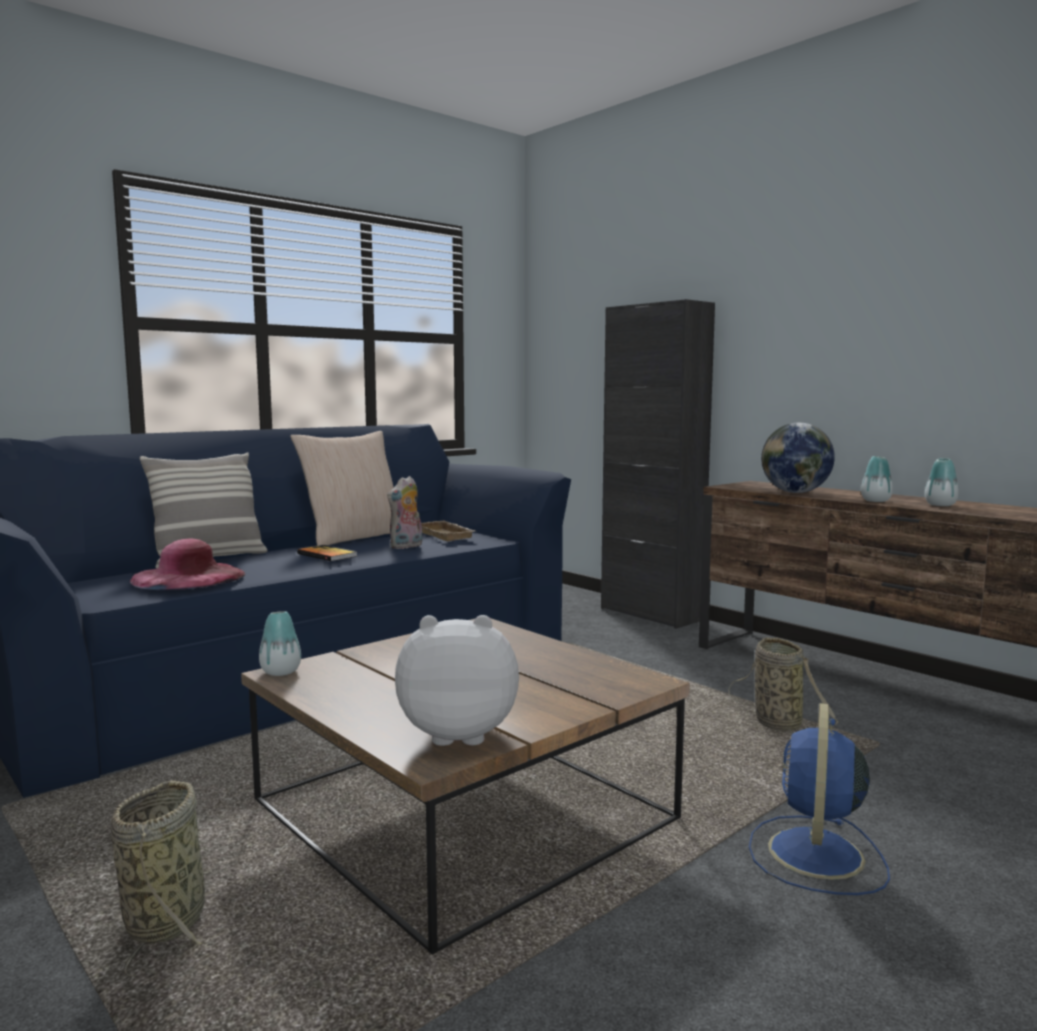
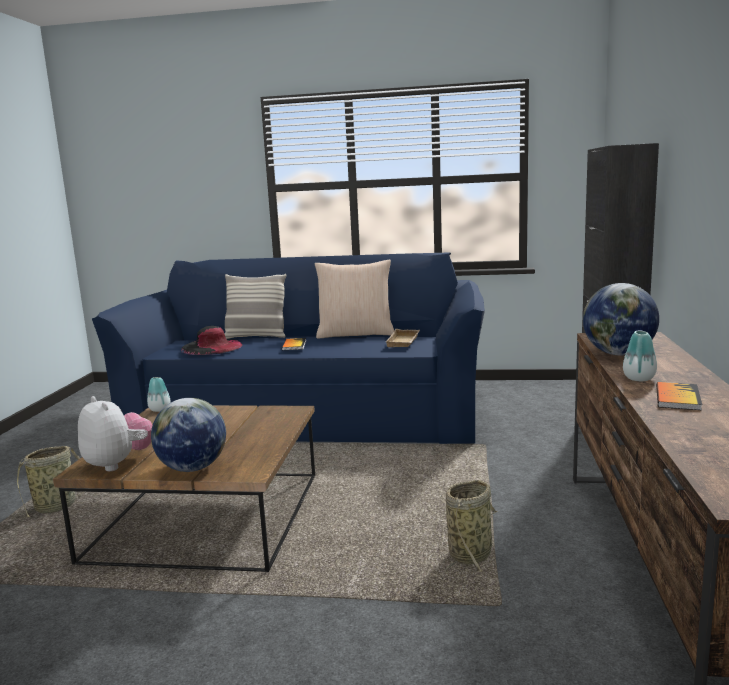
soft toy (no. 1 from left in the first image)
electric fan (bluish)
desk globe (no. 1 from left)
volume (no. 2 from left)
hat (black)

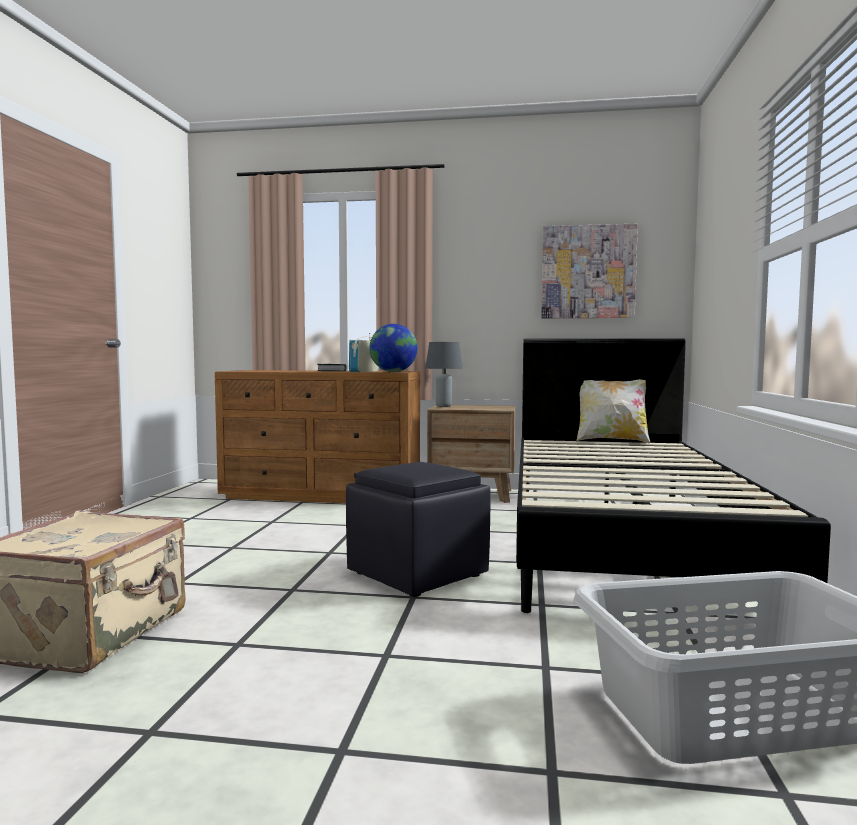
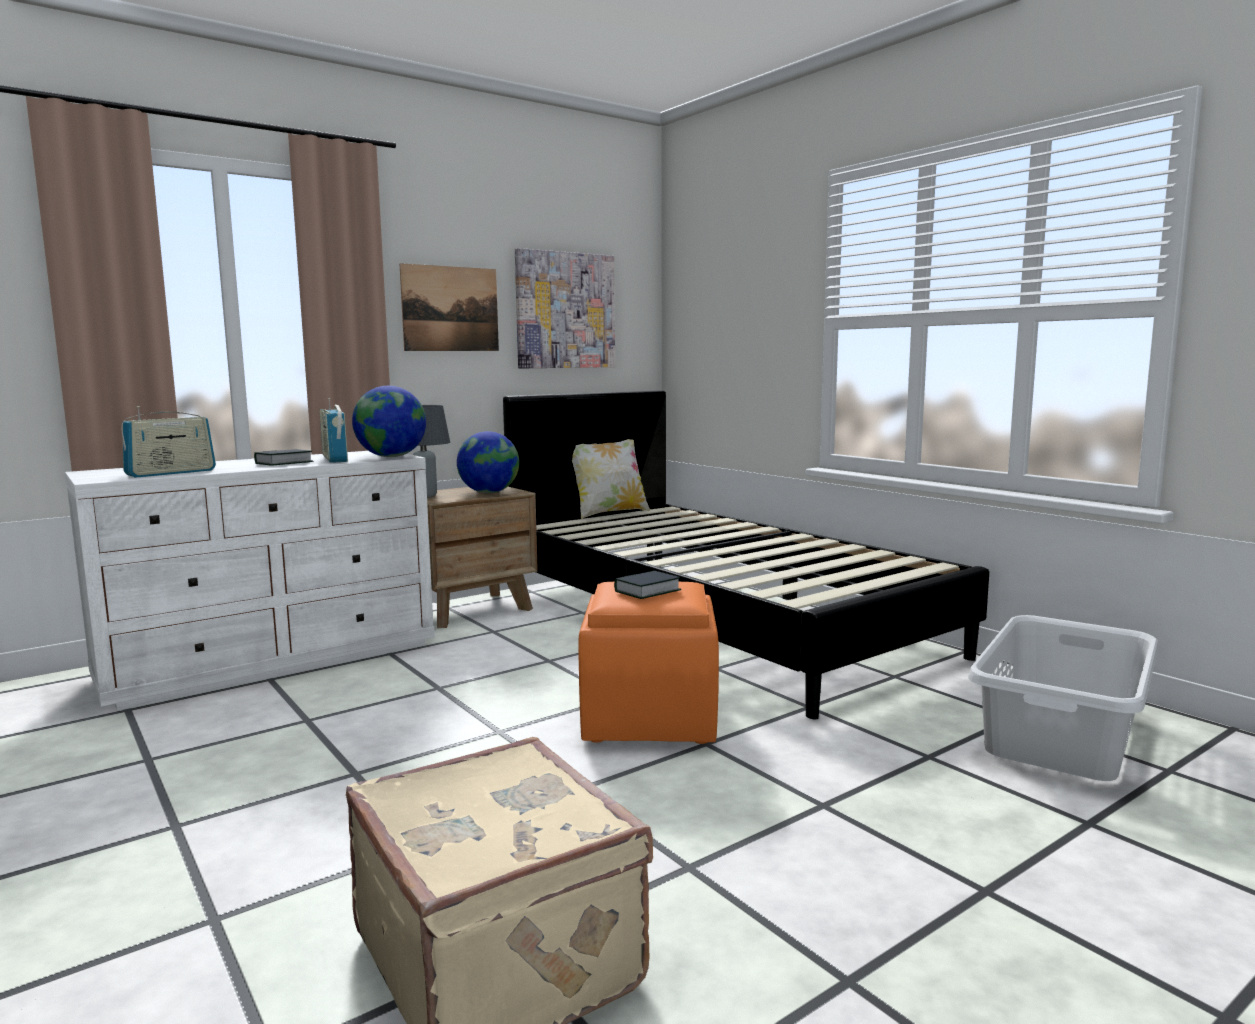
radio receiver (no. 1 from left)
picture (no. 1 from left)
desk globe (no. 2 from left)
volume (no. 2 from left)
dresser (whitish)
pouffe (orange-coloured)

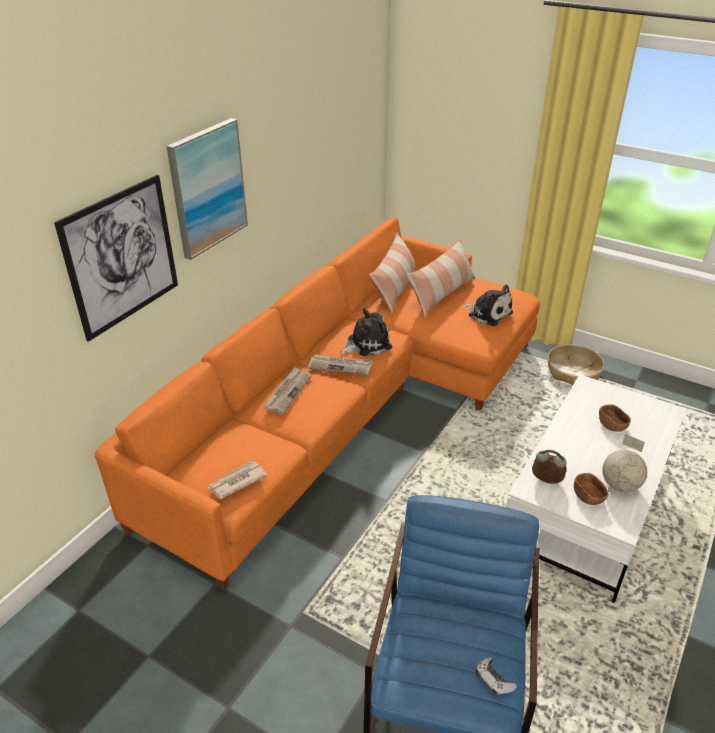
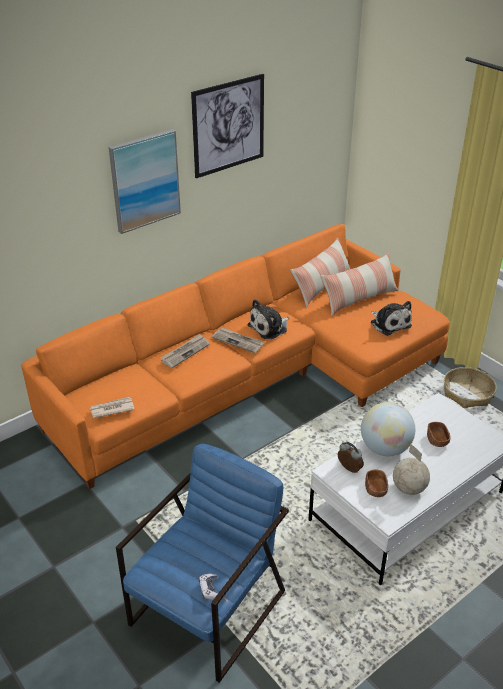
desk globe (no. 1 from left)
picture (no. 2 from left)
soft toy (no. 1 from left)

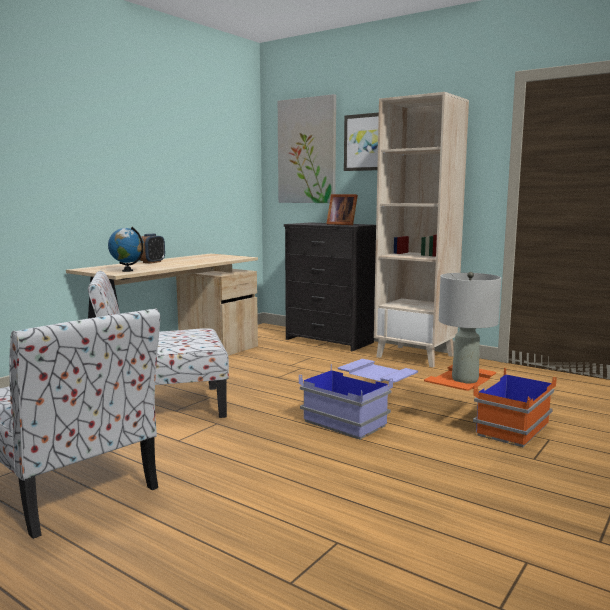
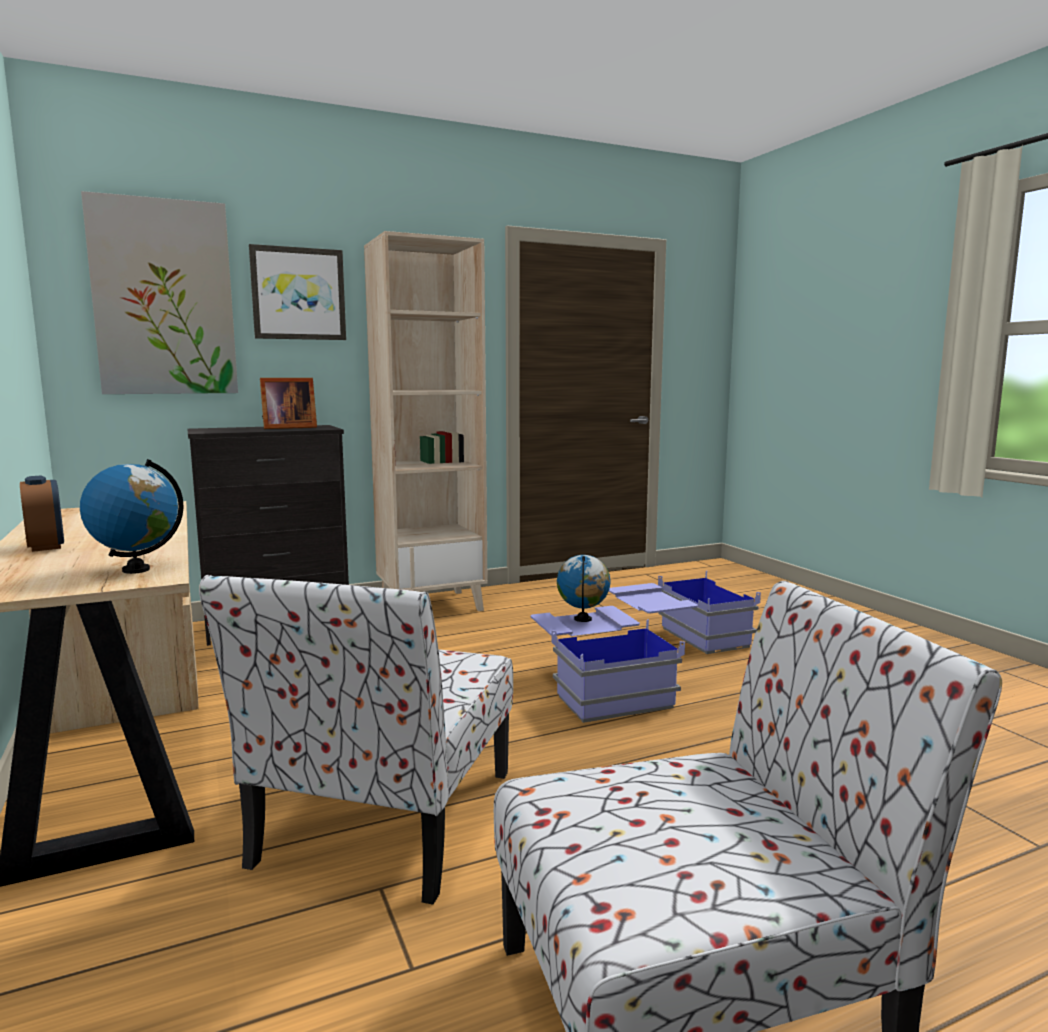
lamp for a table (gray)
desk globe (no. 2 from left)
storage box (bluish) (no. 2 from left)

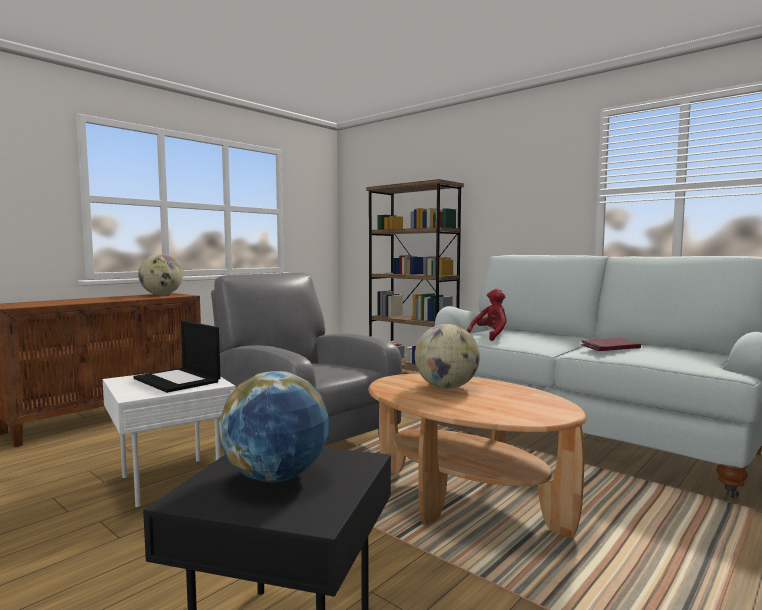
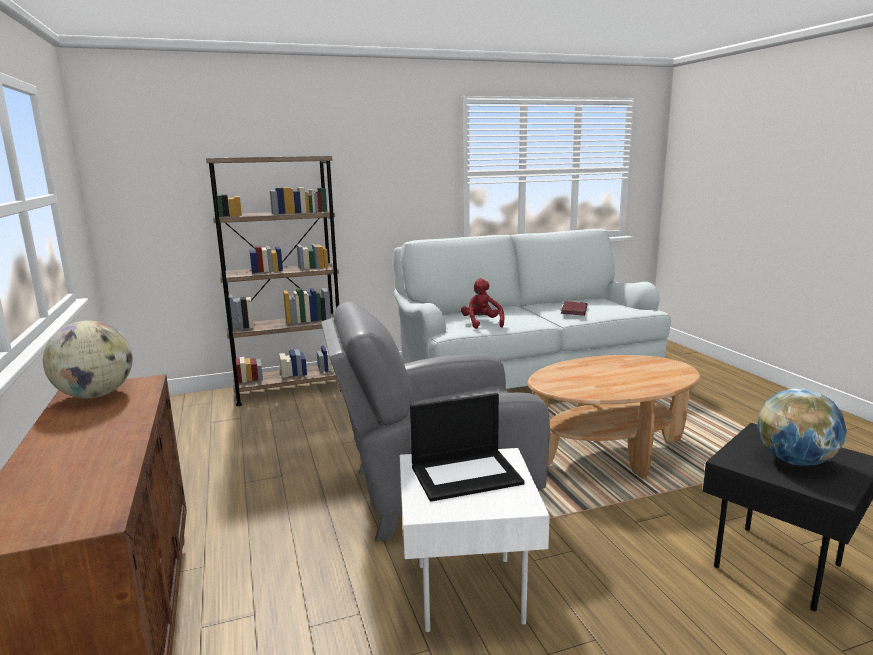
desk globe (no. 3 from left in the first image)

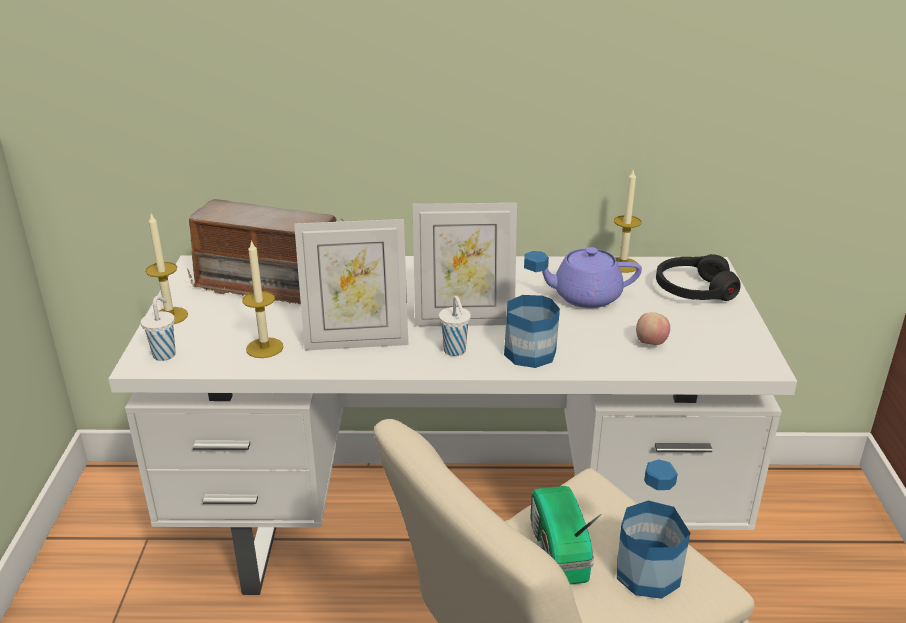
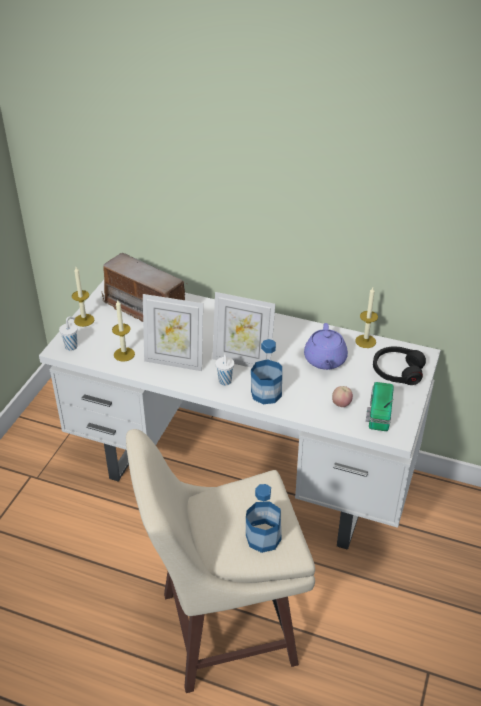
radio receiver (no. 2 from left)
pot for tea (purple-coloured)

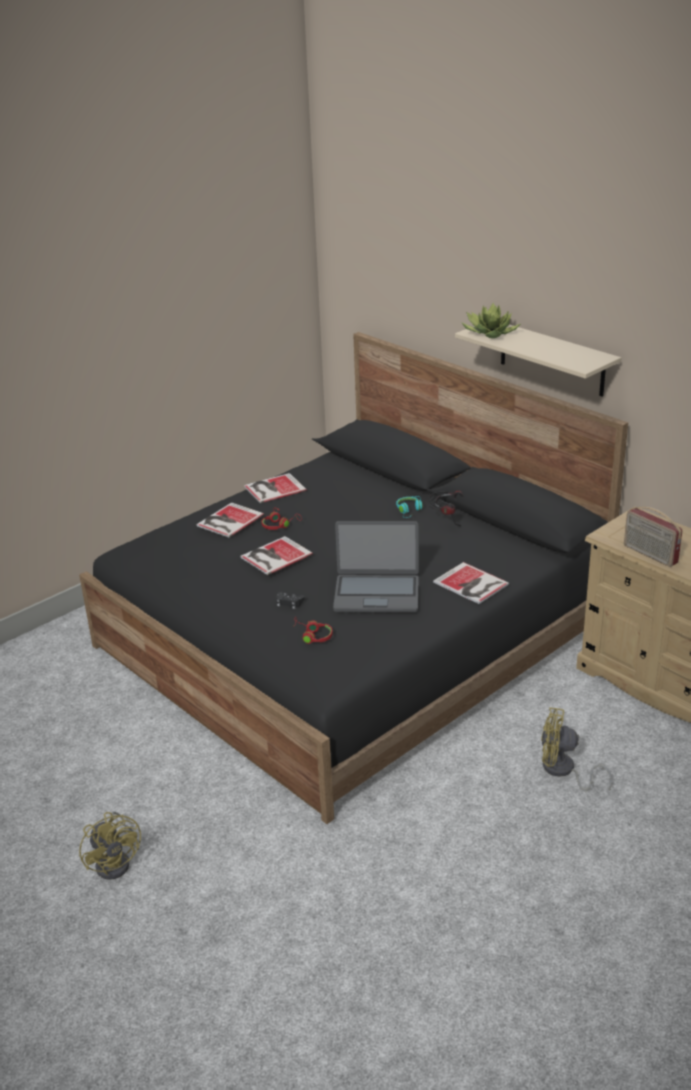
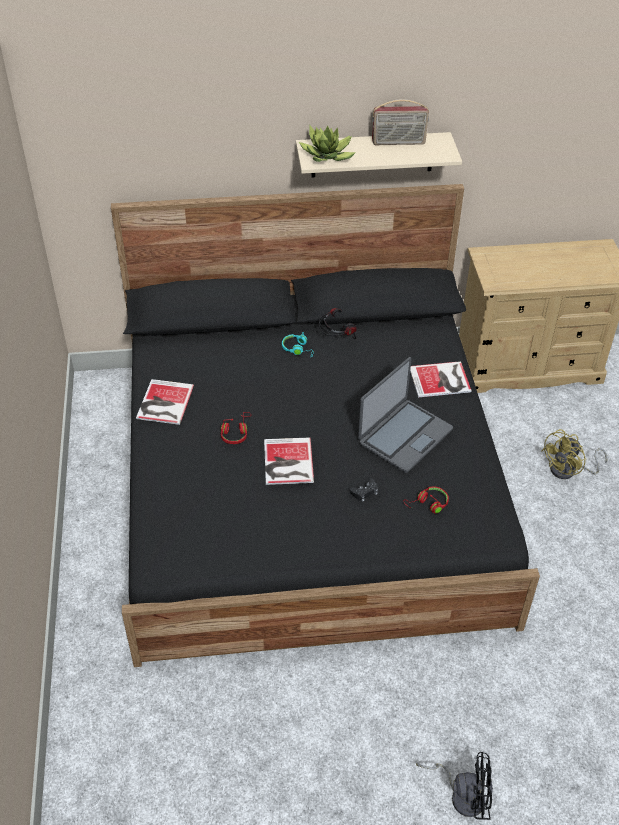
volume (no. 1 from left in the first image)
radio receiver
electric fan (black)

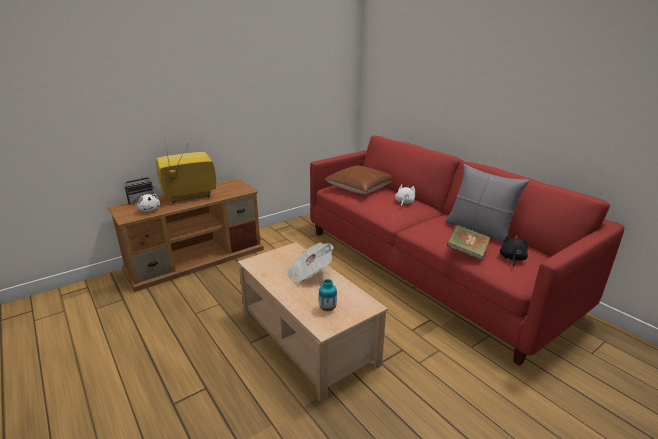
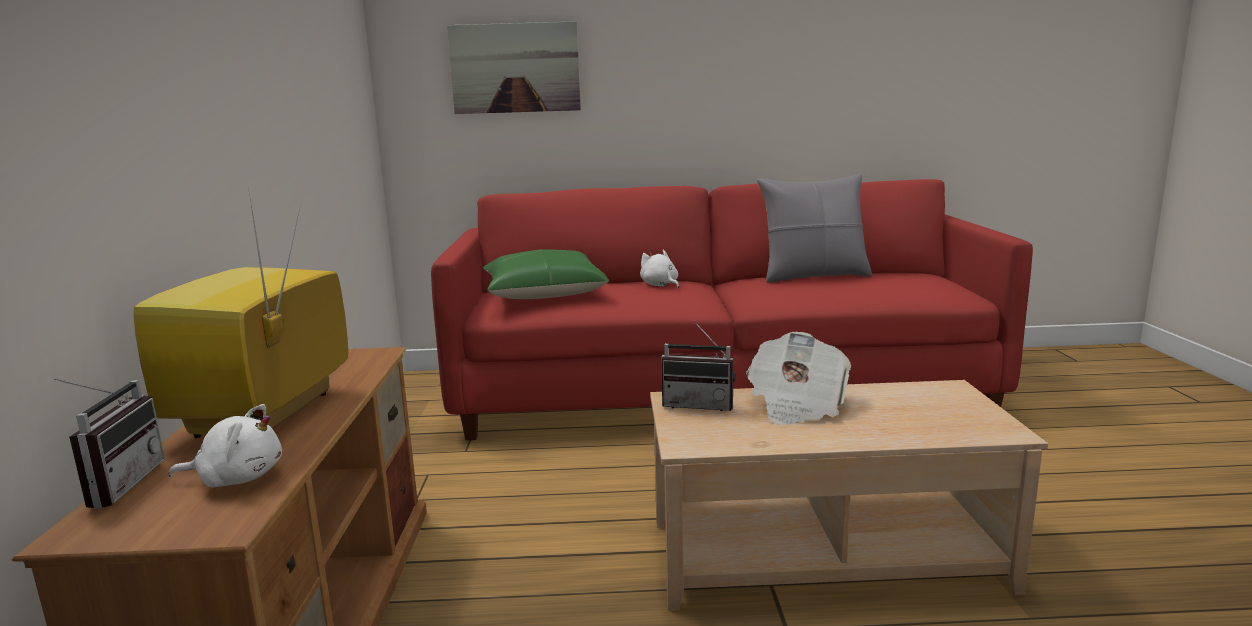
flower vase
volume
soft toy (black)
picture
radio receiver (no. 2 from left)
cushion (green)

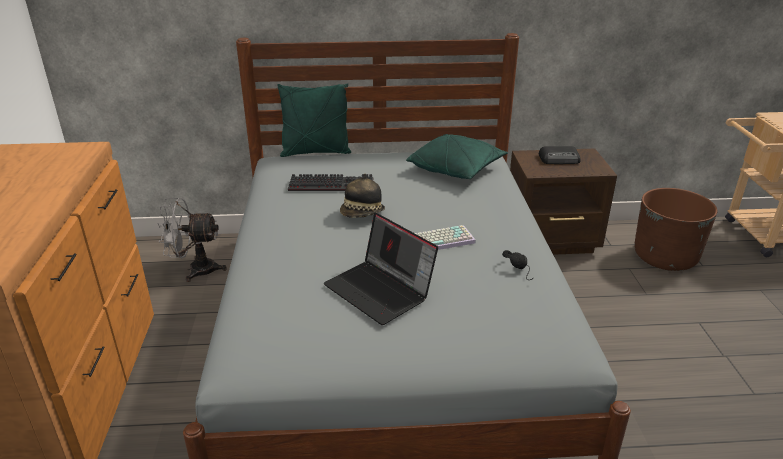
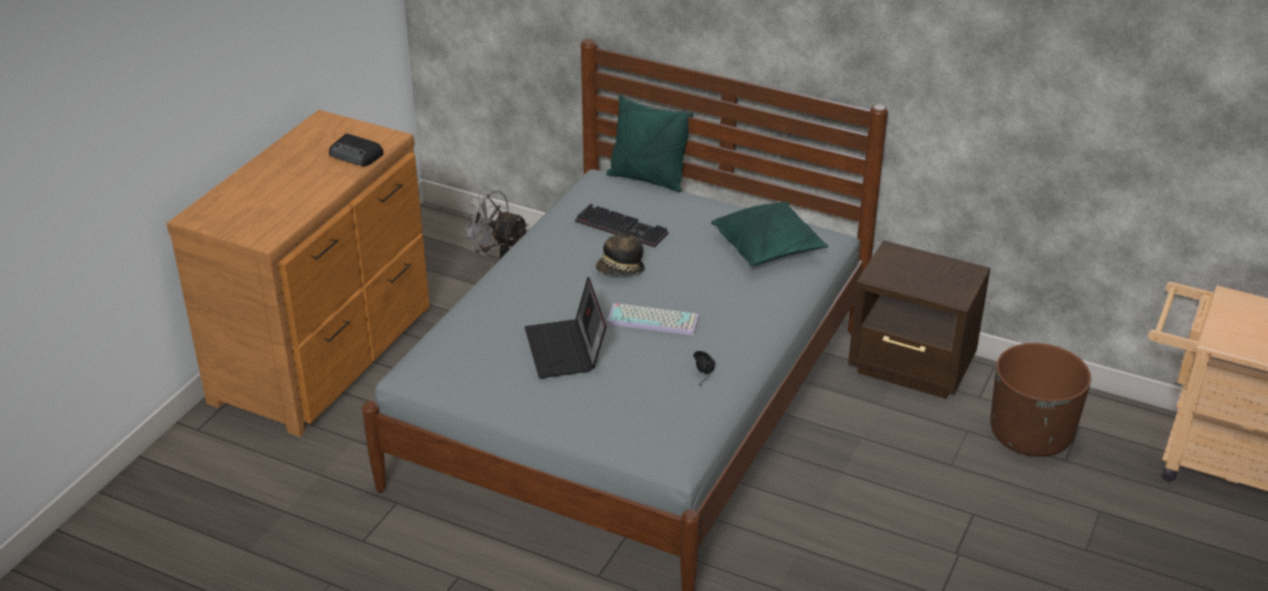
radio receiver

